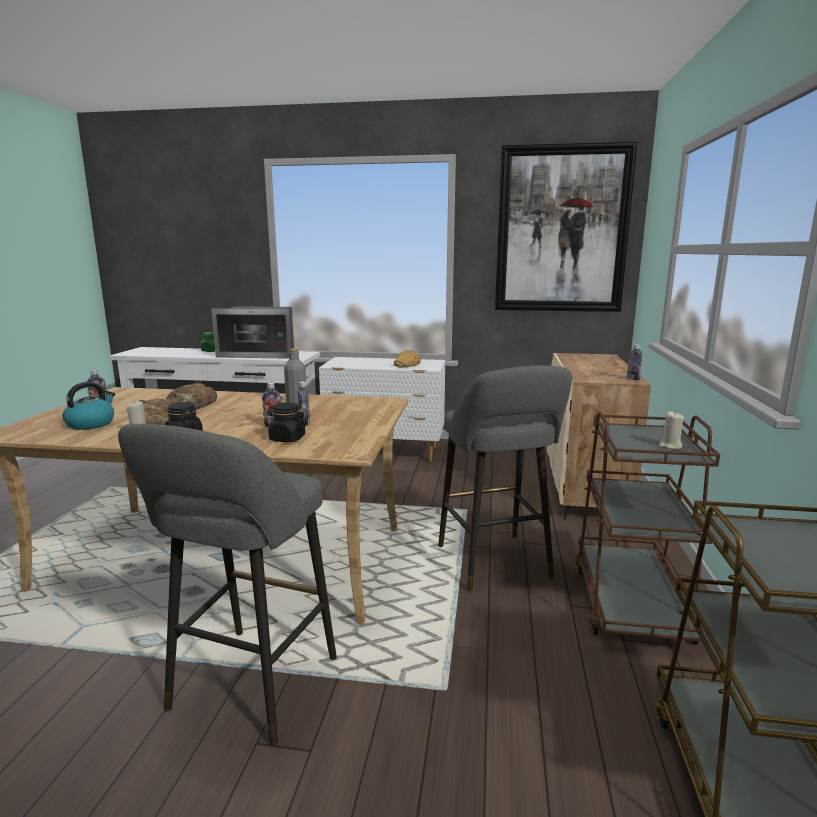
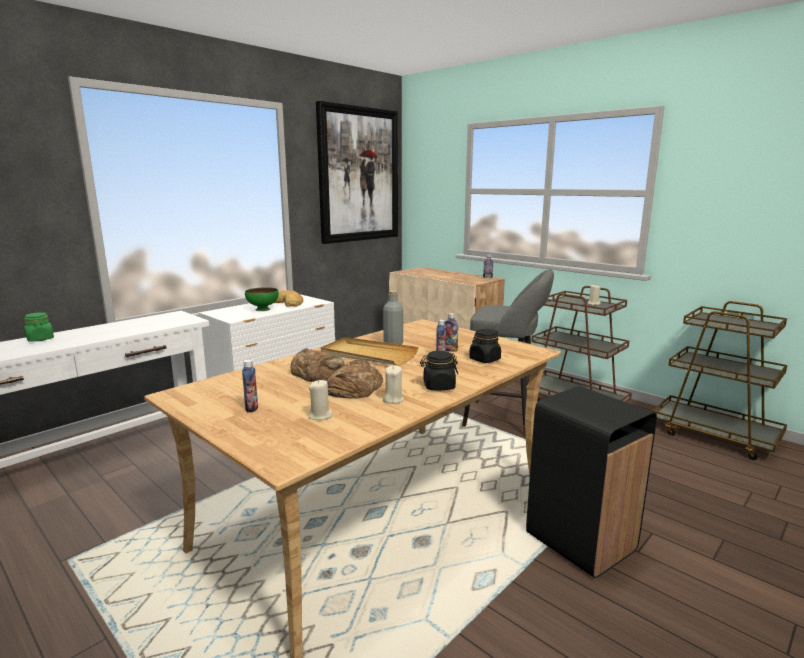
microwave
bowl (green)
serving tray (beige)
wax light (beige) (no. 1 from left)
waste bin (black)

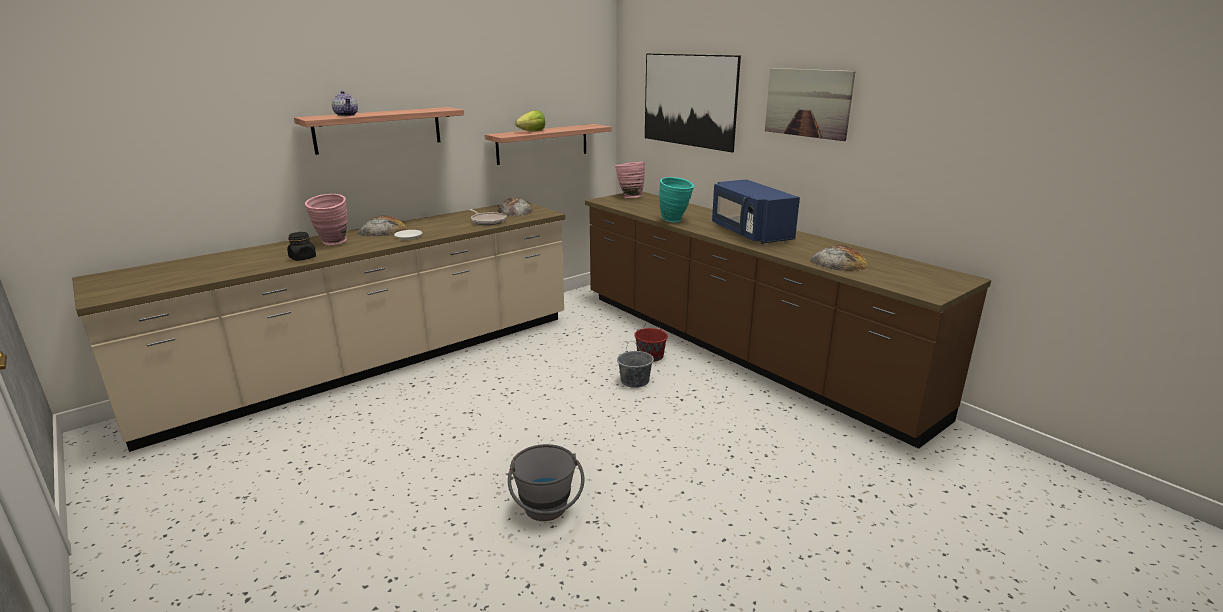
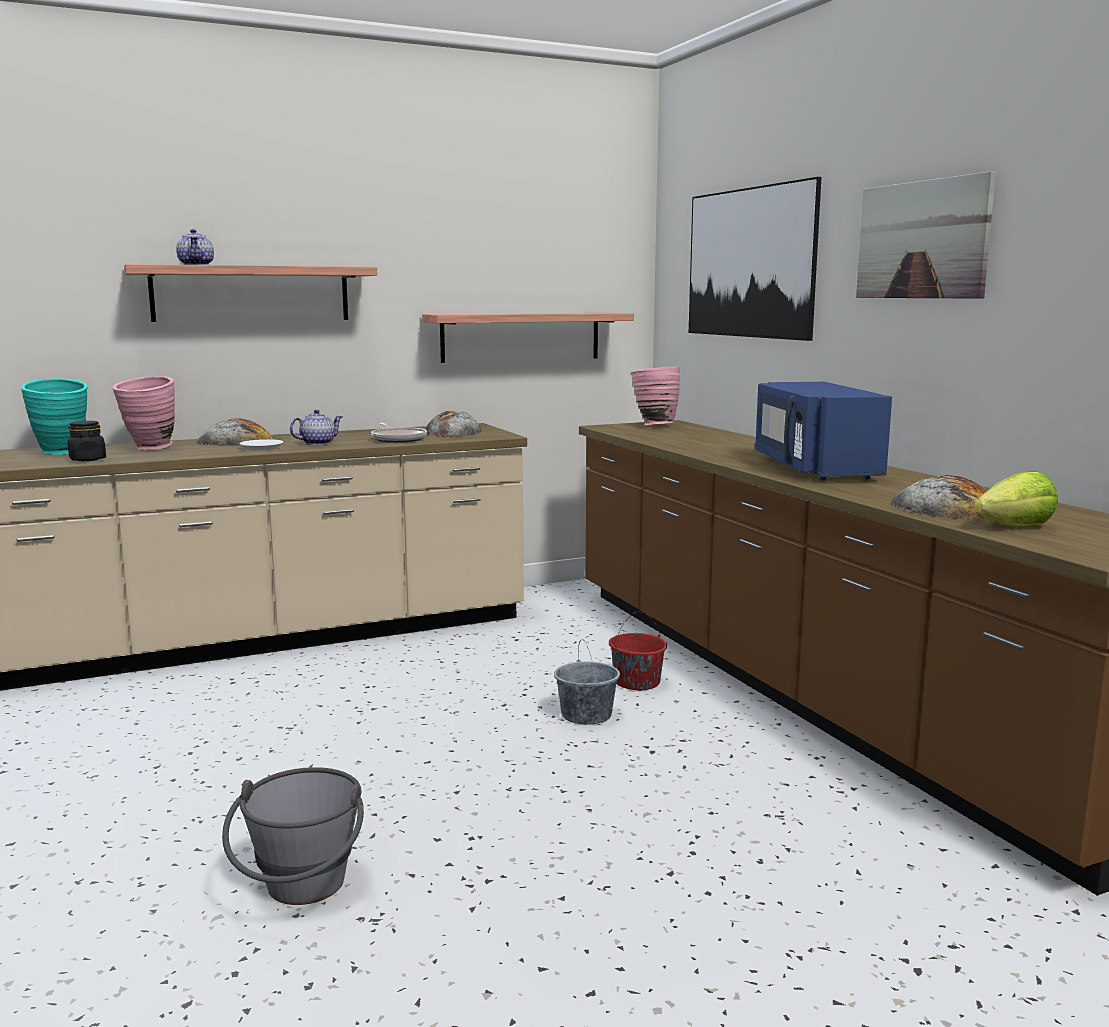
pot for tea (no. 2 from left)
head of lettuce
flower vase (turquoise-coloured)

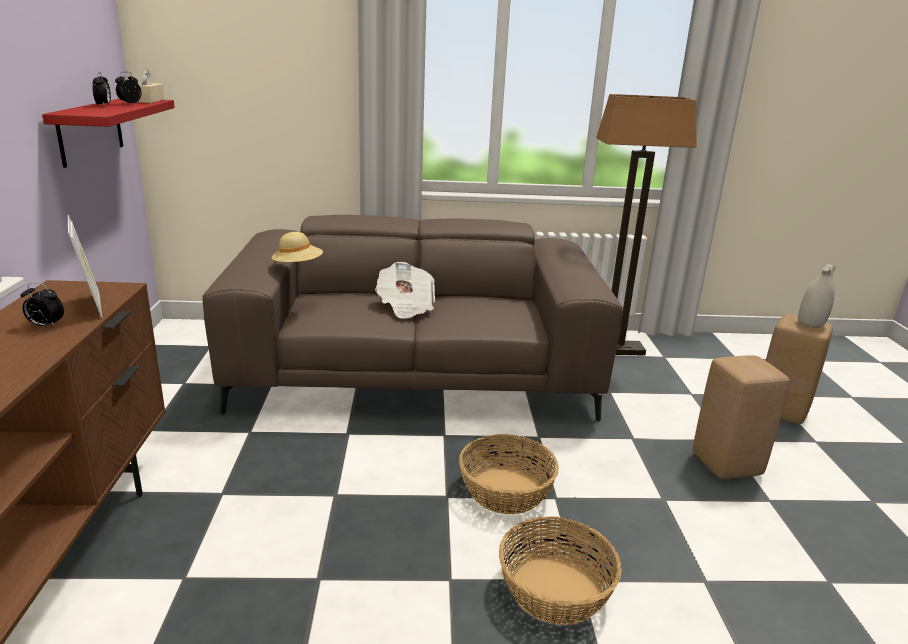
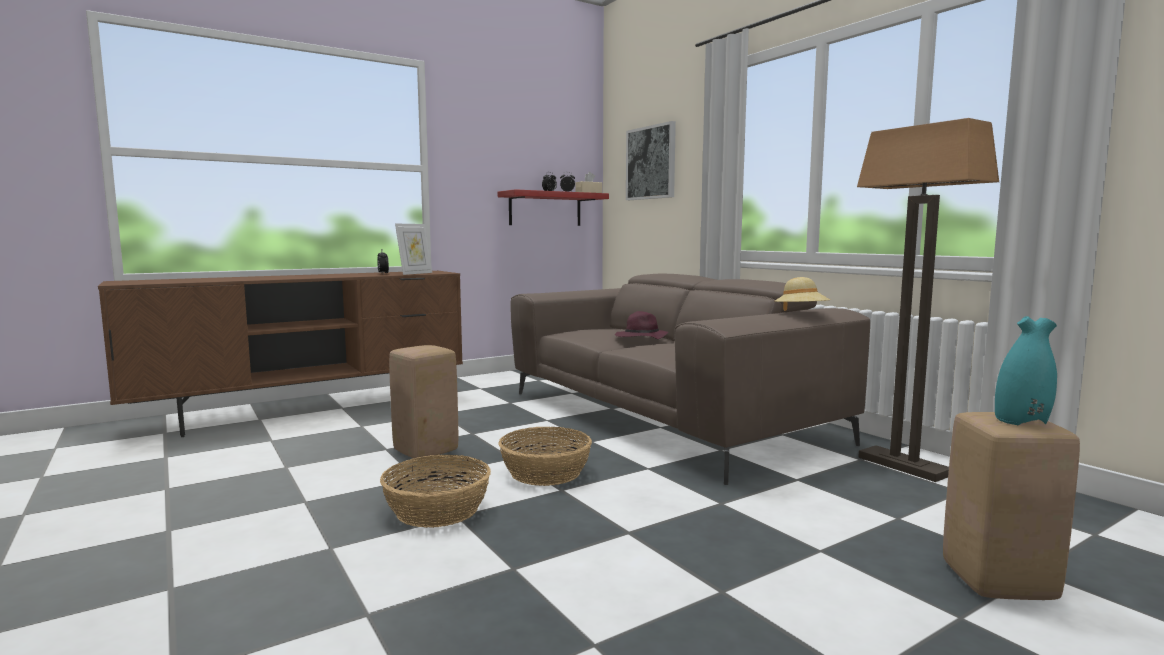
picture
hat (beige)
stool seat (beige) (no. 1 from left)
hat (purple-coloured)
flower vase (turquoise-coloured)

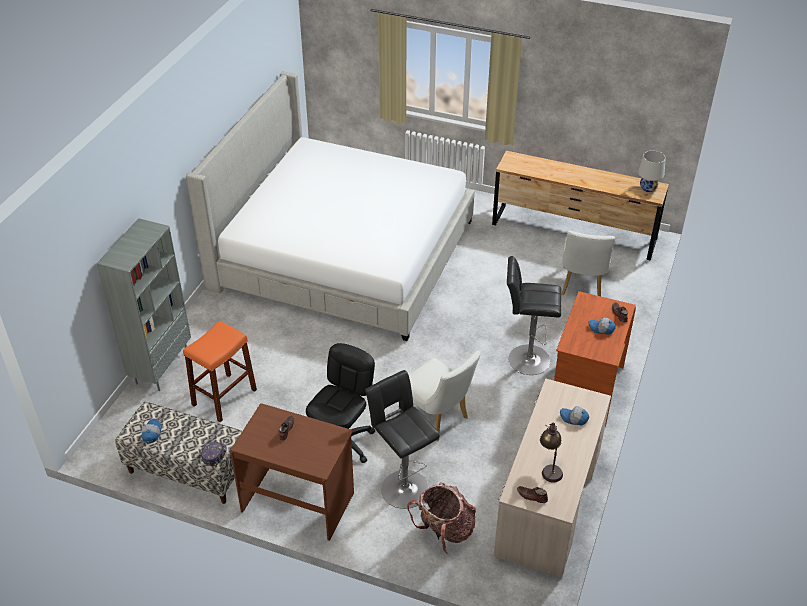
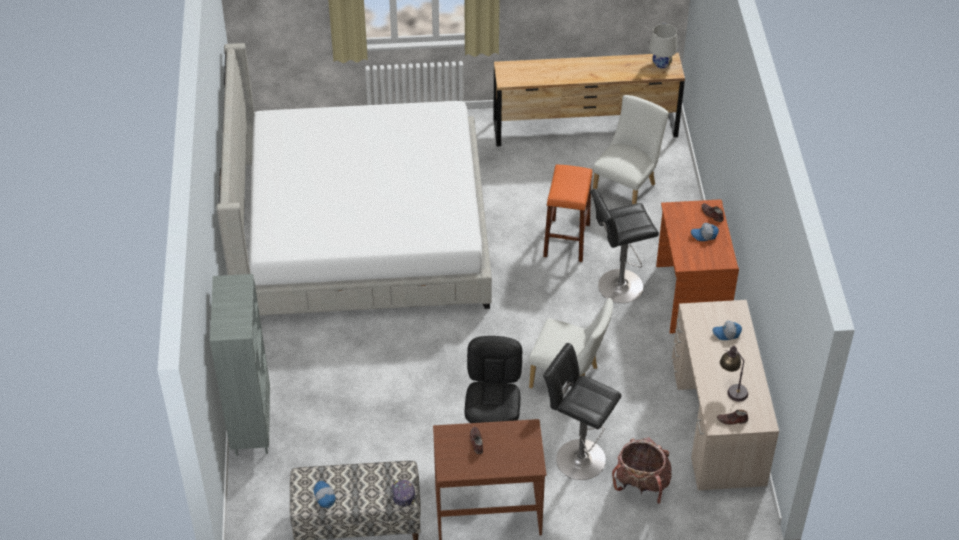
stool seat (orange-coloured)
plain chair (whitish) (no. 2 from left)

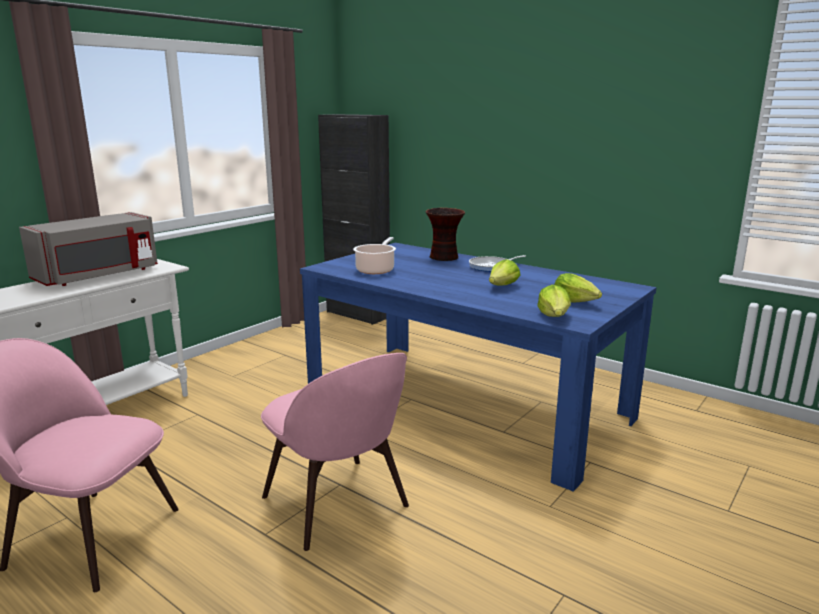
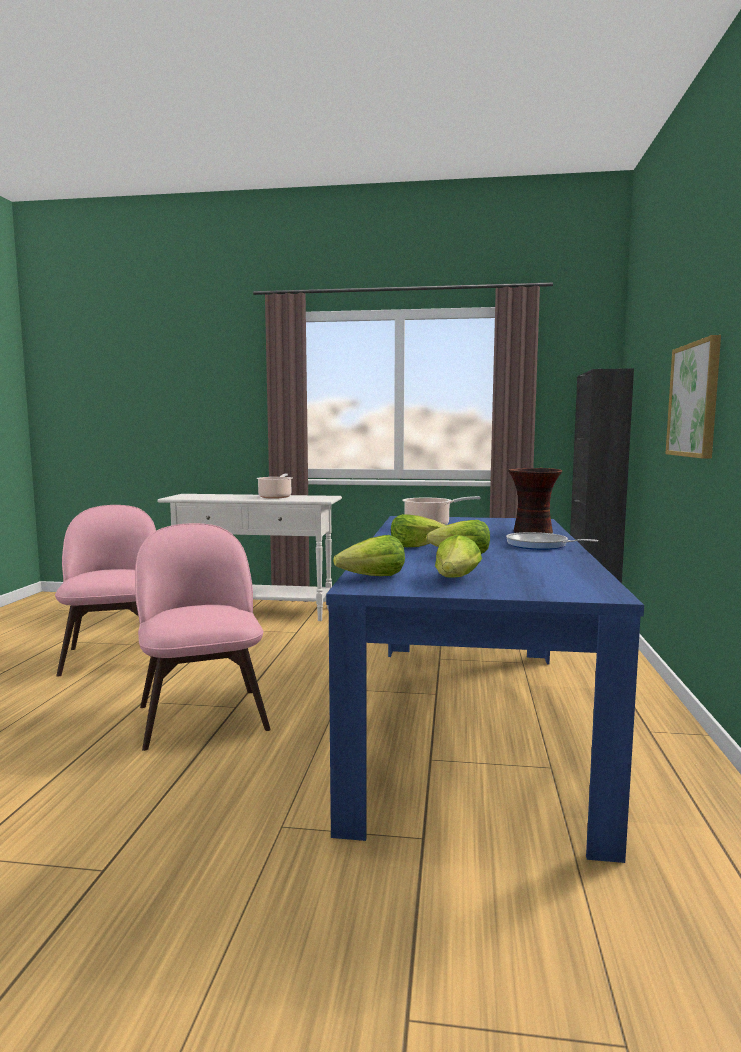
head of lettuce (no. 2 from left)
picture
cooking pot (no. 1 from left)
plain chair (pink-coloured) (no. 2 from left)

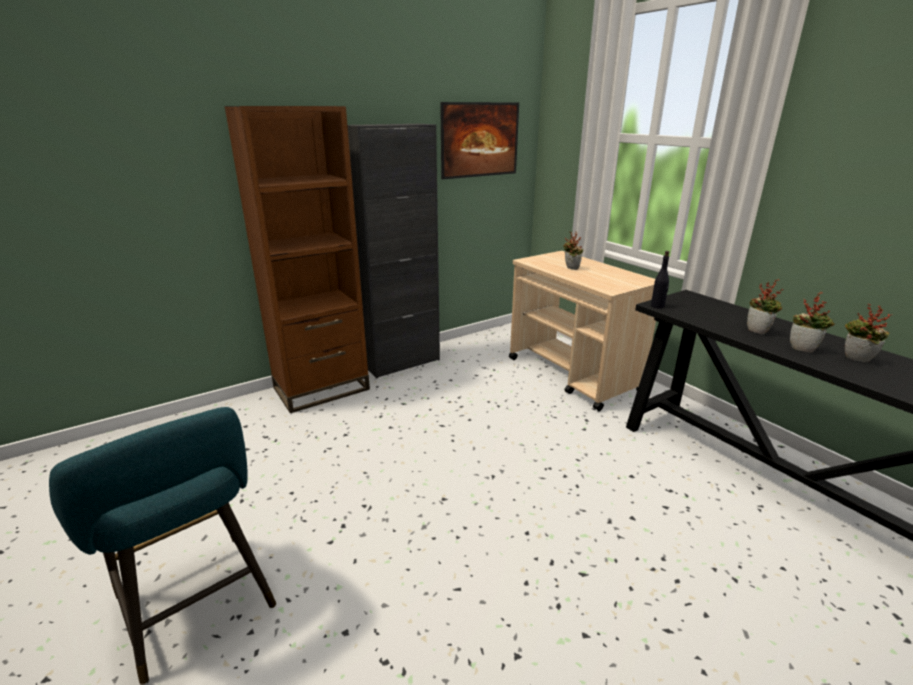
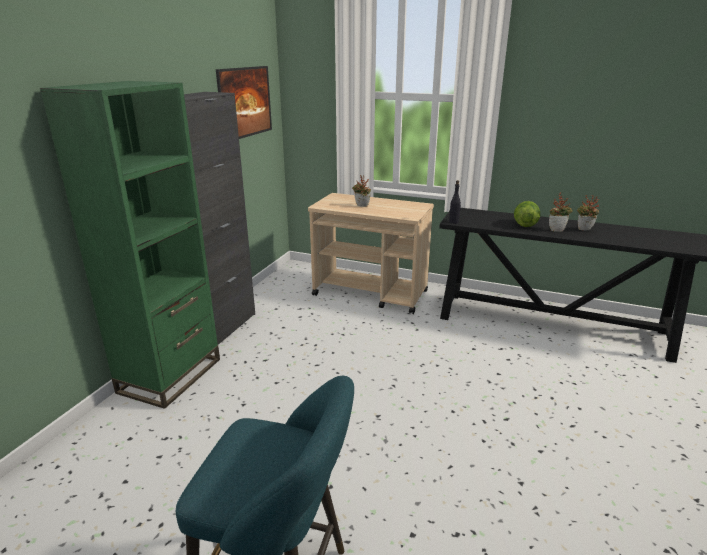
head of lettuce
shelving unit (green)

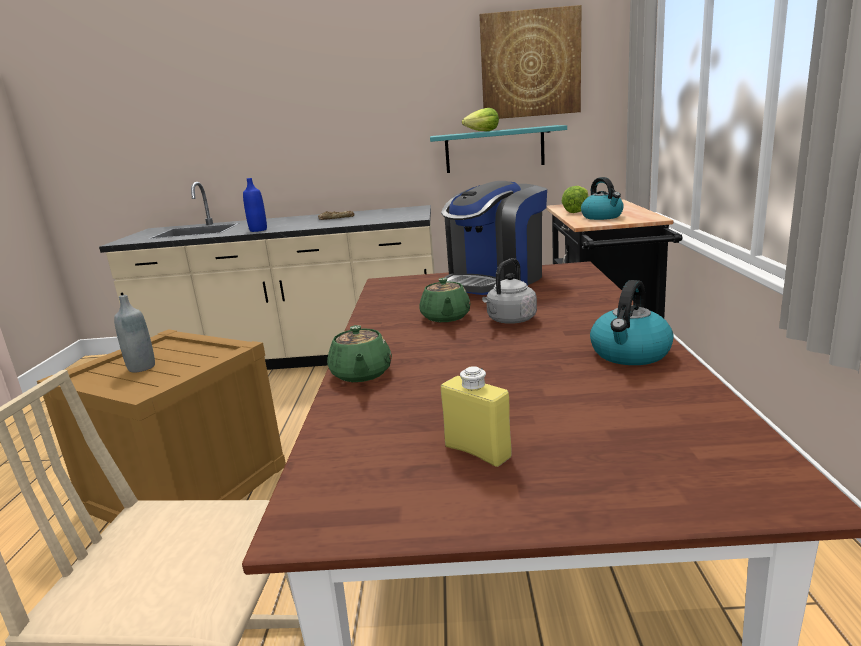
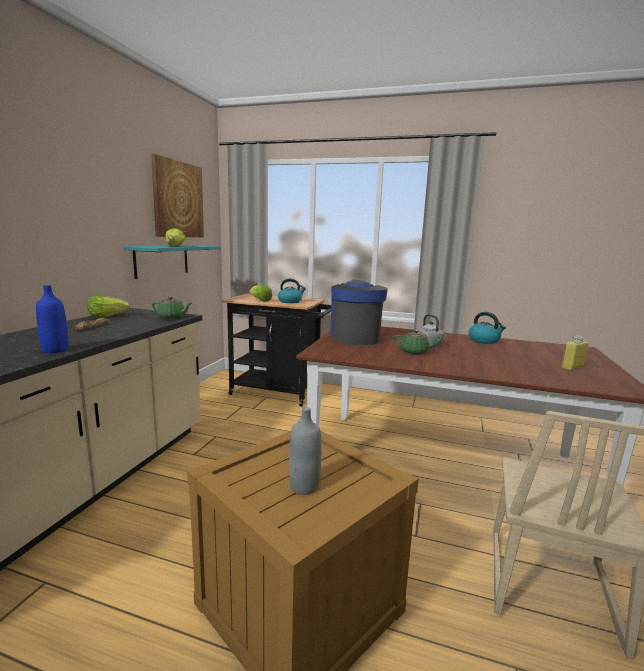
head of lettuce (no. 1 from left)
pot for tea (green) (no. 1 from left)
coffee brewer

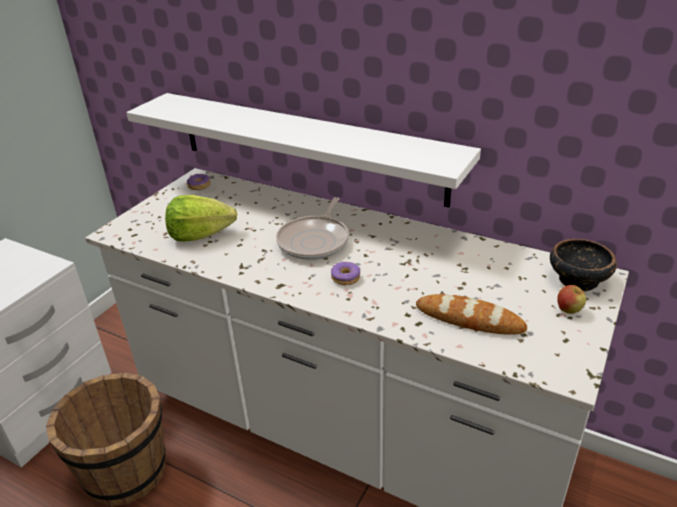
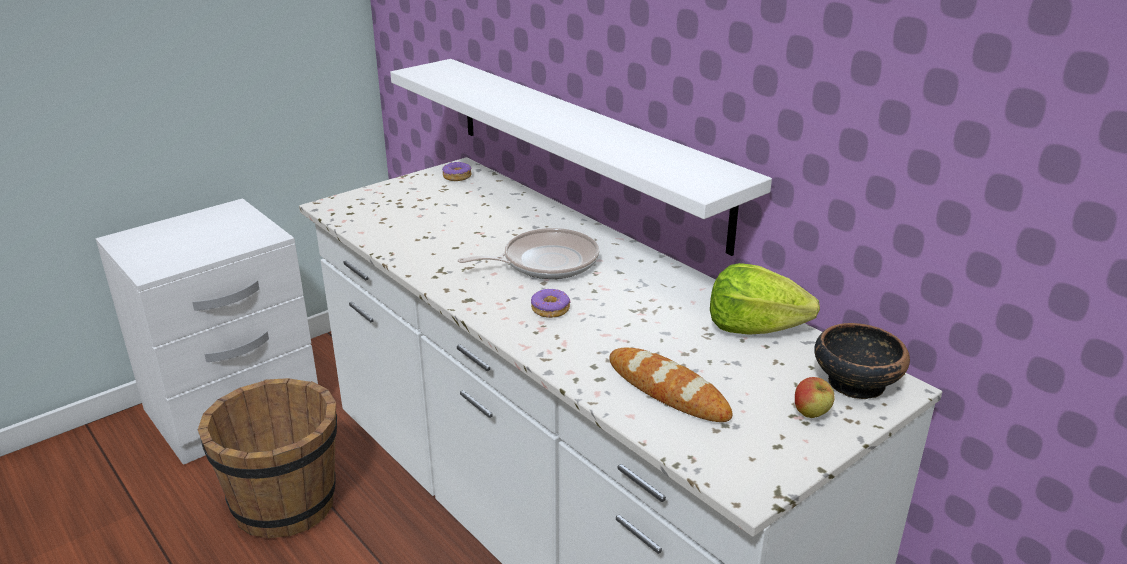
head of lettuce
frying pan

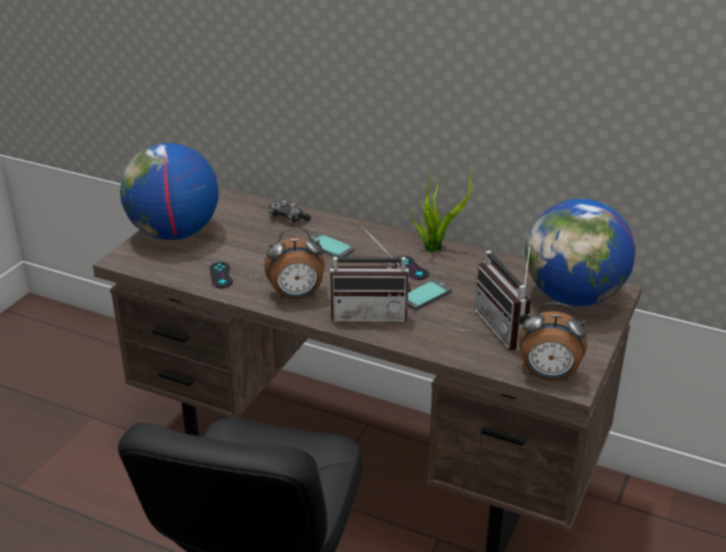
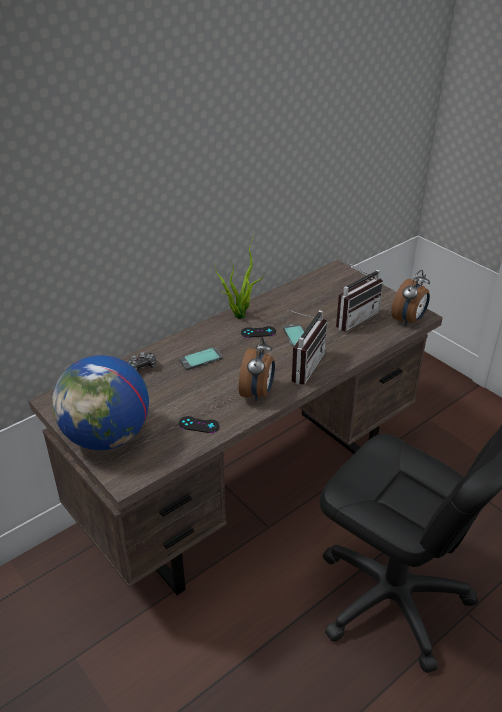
desk globe (no. 2 from left in the first image)
radio receiver (no. 2 from left)

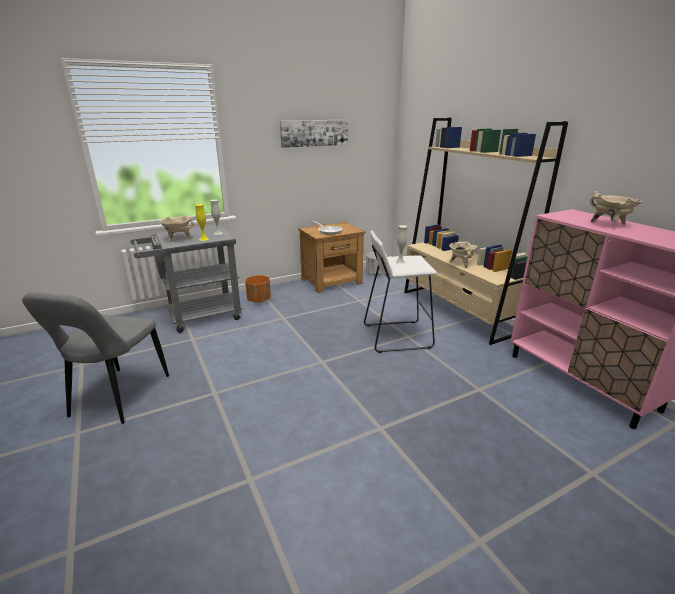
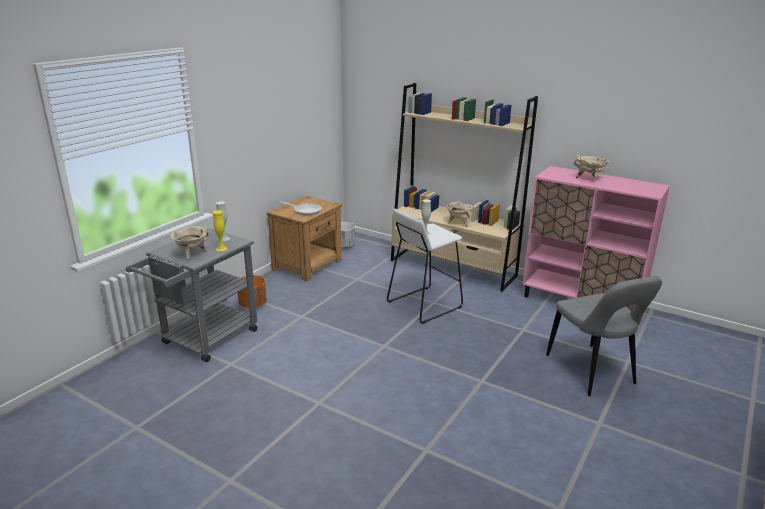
picture
plain chair (gray)

